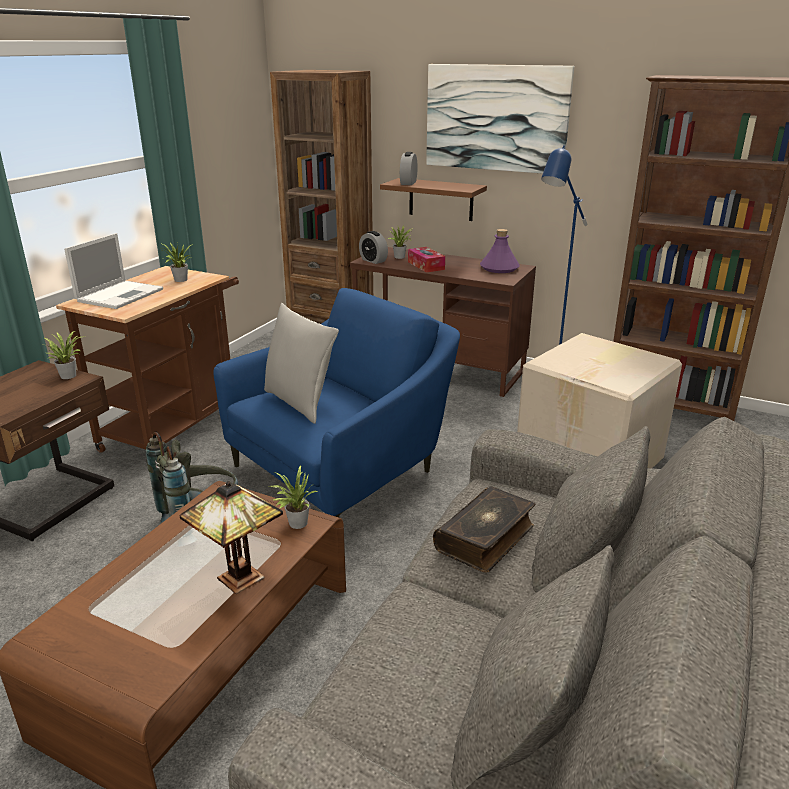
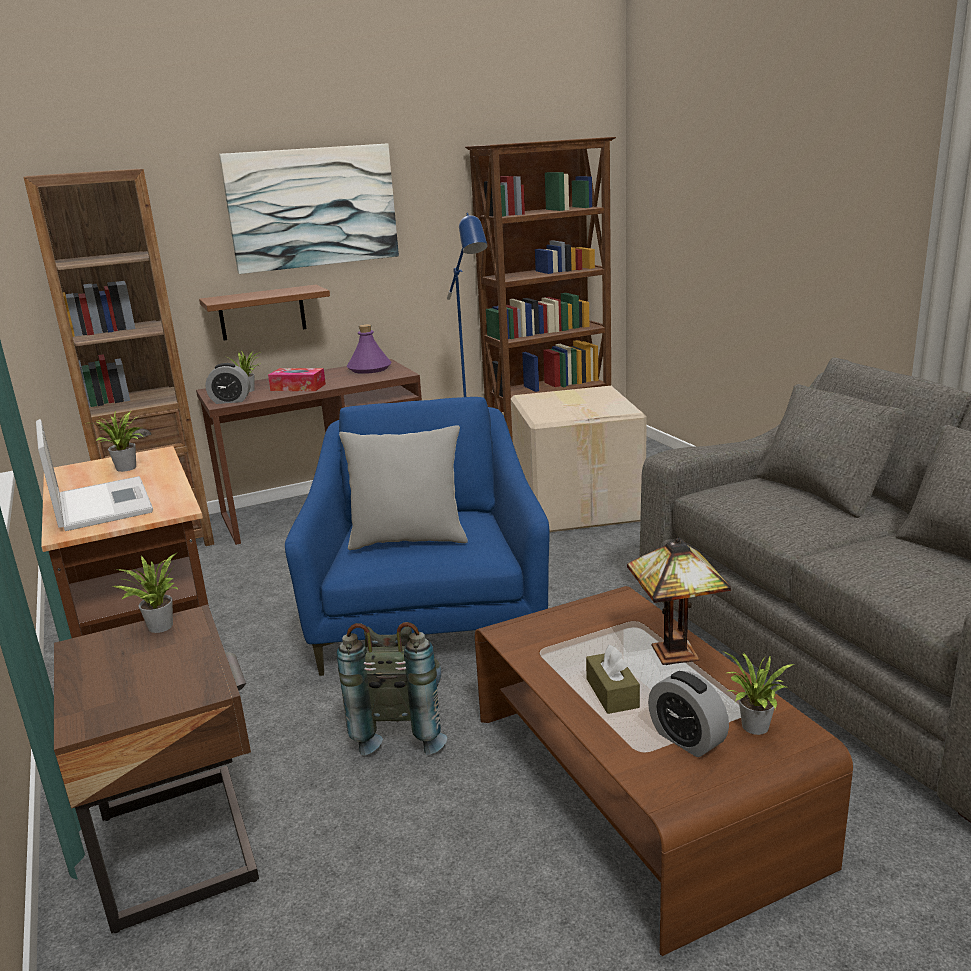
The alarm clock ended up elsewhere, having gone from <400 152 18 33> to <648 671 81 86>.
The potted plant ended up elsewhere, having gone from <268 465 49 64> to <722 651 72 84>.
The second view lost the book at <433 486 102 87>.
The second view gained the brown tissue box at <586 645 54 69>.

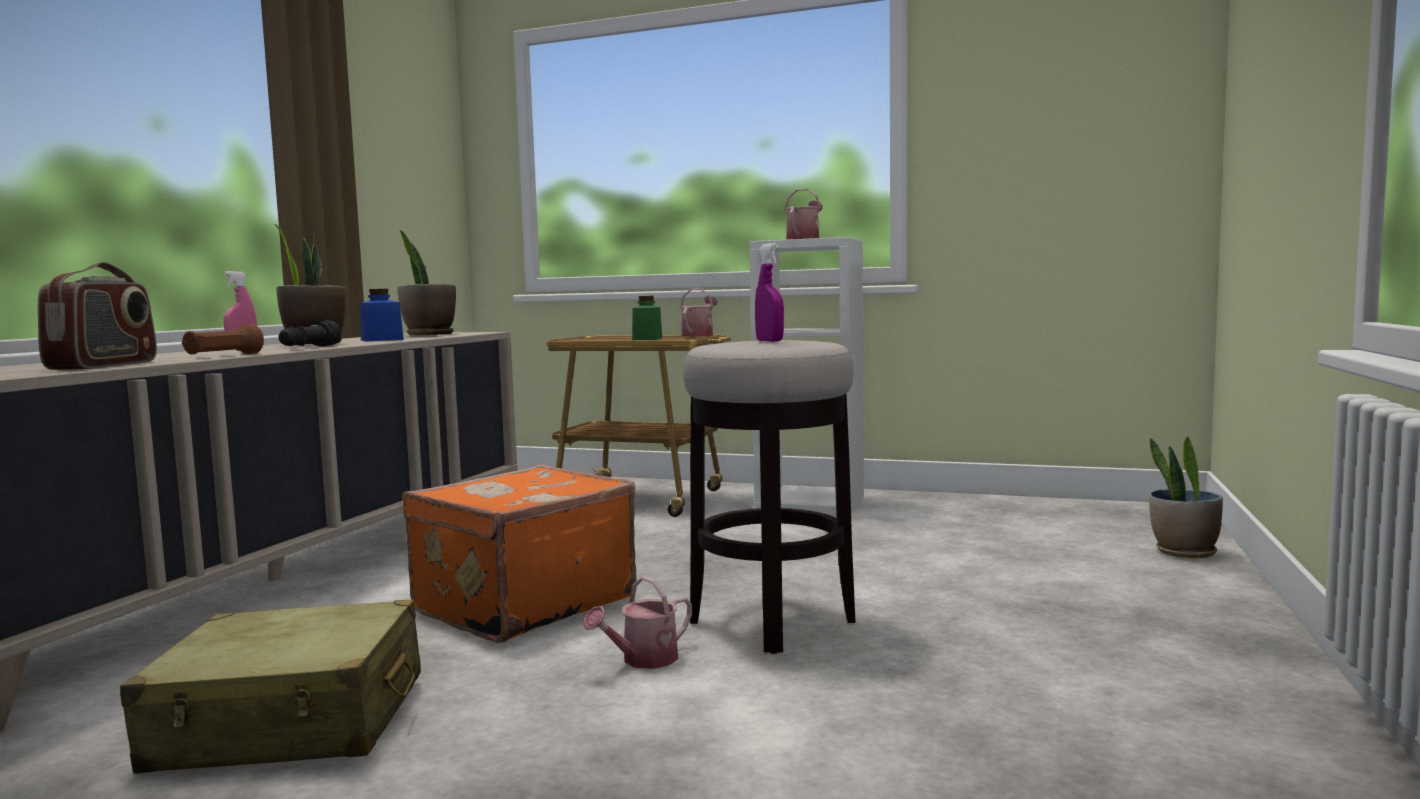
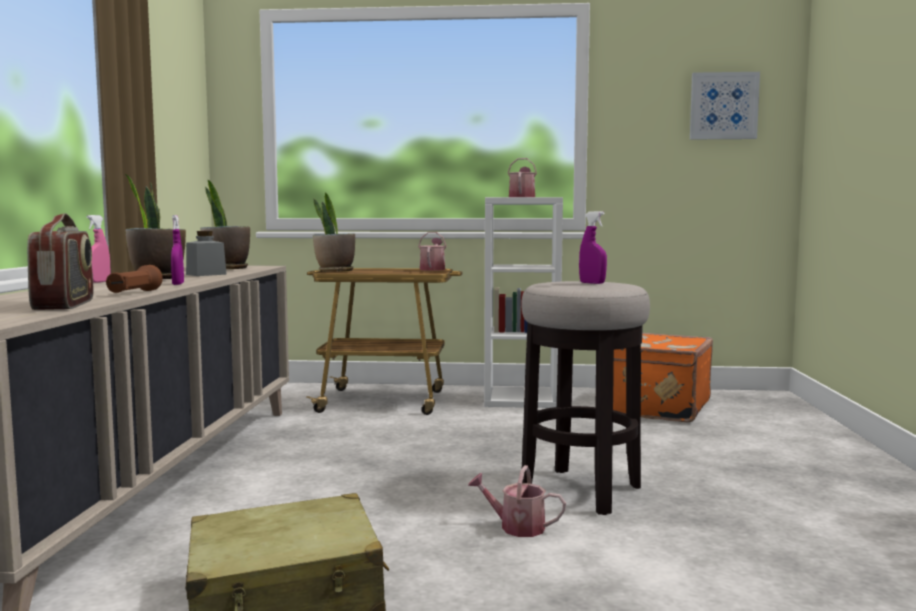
What was the blue jar at <360 289 44 52> turned into the grey jar at <186 231 41 45>.
The second view lost the green jar at <632 296 30 44>.
Where the black flashlight stood at <278 320 63 26>, the purple spray bottle came to stand at <171 215 13 70>.
The potted plant ended up elsewhere, having gone from <1149 437 74 121> to <313 193 42 79>.
The orange suitcase ended up elsewhere, having gone from <402 465 235 178> to <613 333 100 89>.
The watering can at <583 576 109 93> ended up facing another way, 75 degrees clockwise from before.
The second view gained the picture at <690 72 70 67>.

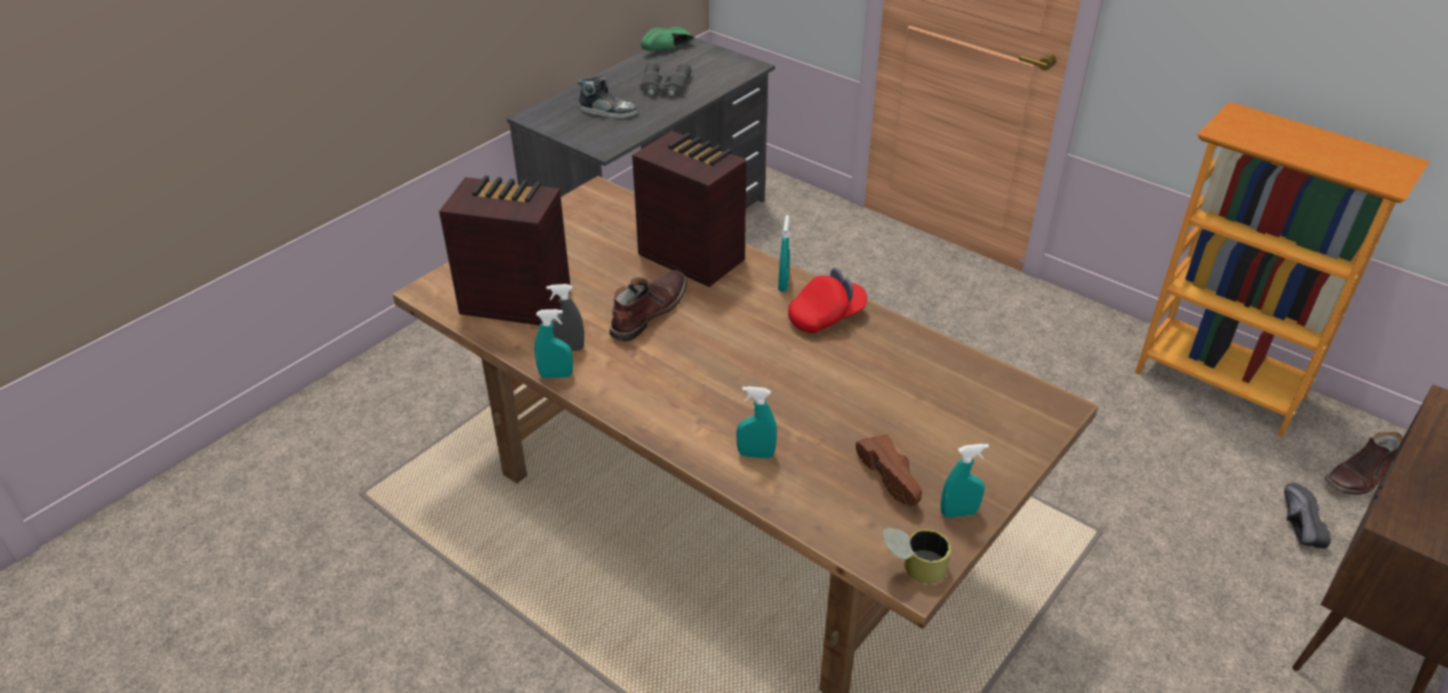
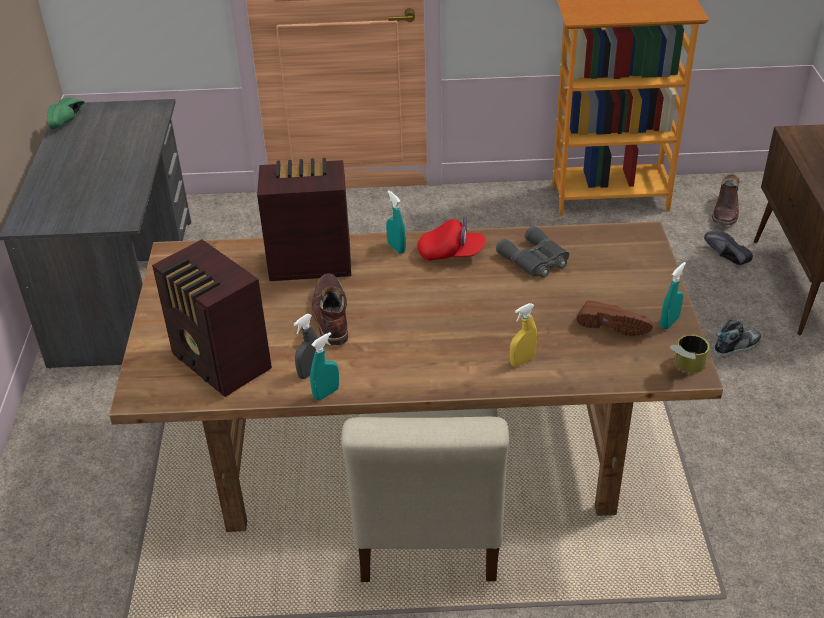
The grey binoculars ended up elsewhere, having gone from <640 61 52 37> to <496 226 73 52>.
The shoe ended up elsewhere, having gone from <577 75 61 43> to <714 319 47 39>.
The radio at <439 175 132 150> ended up facing another way, 105 degrees counterclockwise from before.
The red cap at <788 268 79 65> ended up facing another way, 75 degrees clockwise from before.
What was the turquoise spray bottle at <736 386 41 73> turned into the yellow spray bottle at <510 303 27 64>.
The second view gained the beige chair at <341 408 168 174>.

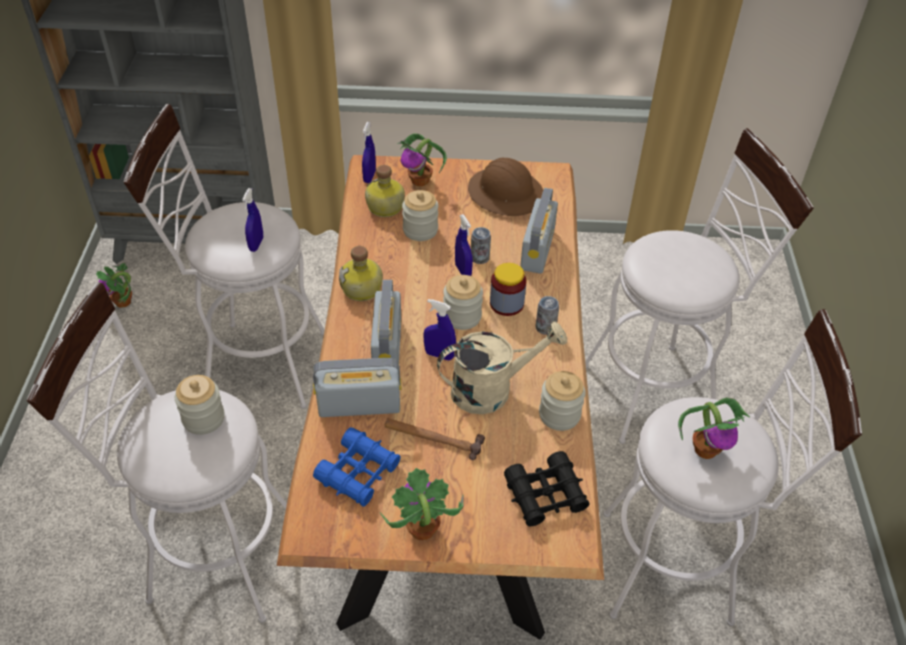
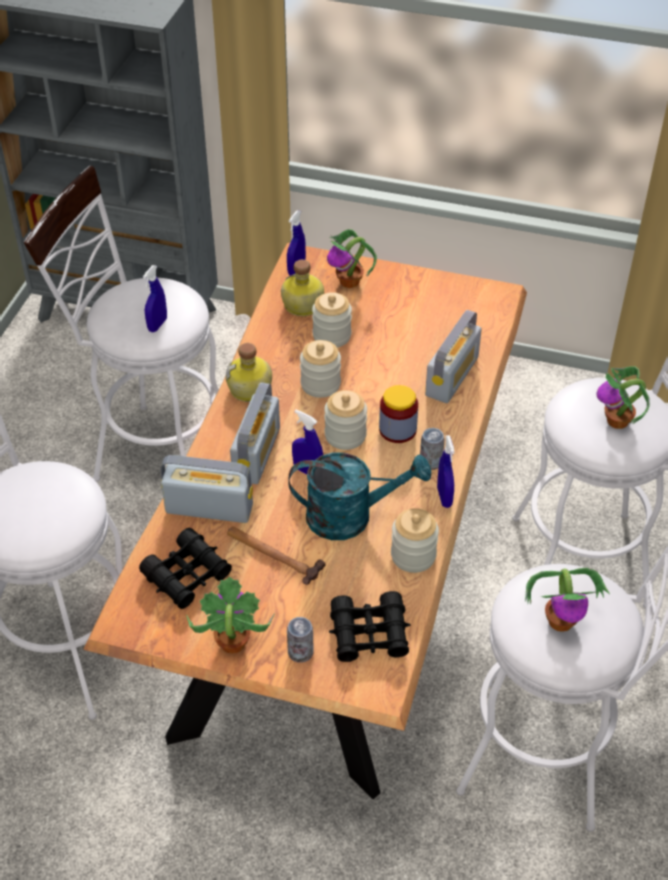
The second view lost the brown hard hat at <468 158 75 58>.
The blue spray bottle ended up elsewhere, having gone from <455 214 18 62> to <437 435 18 73>.
The can ended up elsewhere, having gone from <471 227 20 37> to <287 617 27 46>.
The potted plant ended up elsewhere, having gone from <96 263 36 45> to <597 366 53 63>.
What was the beige watering can at <437 321 130 93> turned into the turquoise watering can at <289 452 142 88>.
The jar ended up elsewhere, having gone from <175 375 49 60> to <300 340 41 58>.
What was the blue binoculars at <313 427 88 80> turned into the black binoculars at <139 528 93 81>.

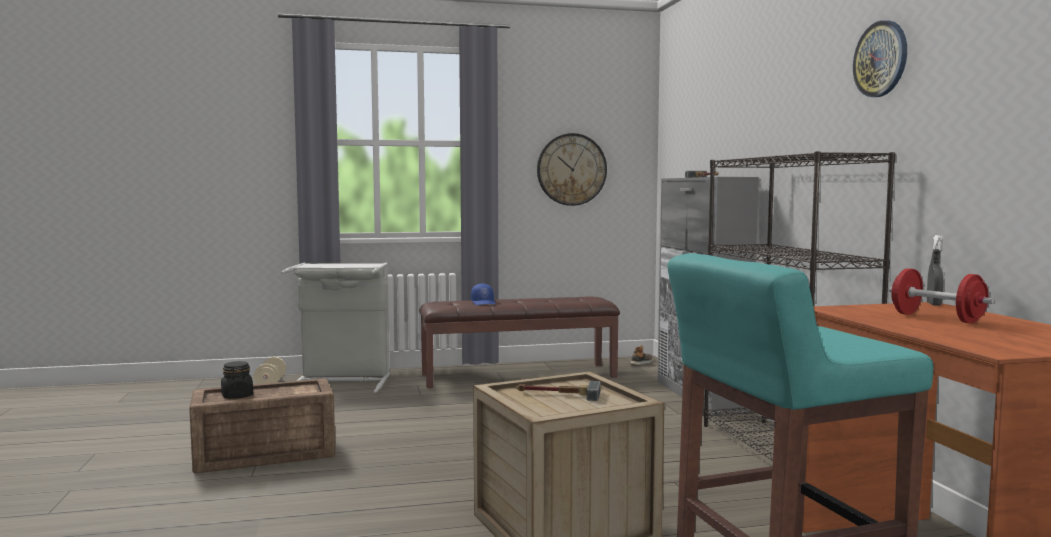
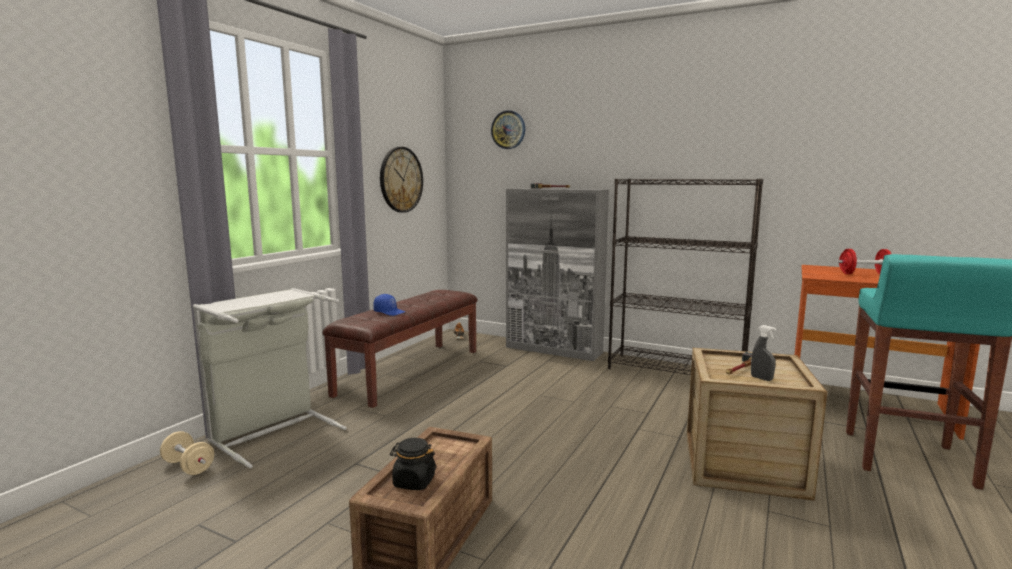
The wall clock ended up elsewhere, having gone from <853 20 54 77> to <491 110 34 39>.
The grey spray bottle ended up elsewhere, having gone from <927 235 16 71> to <751 325 25 56>.

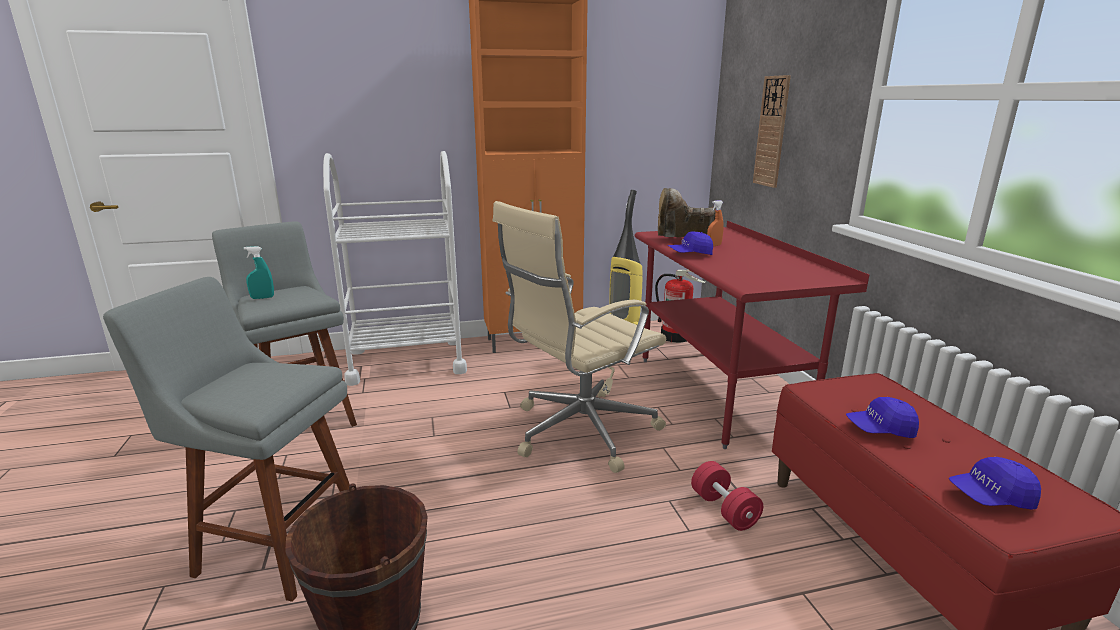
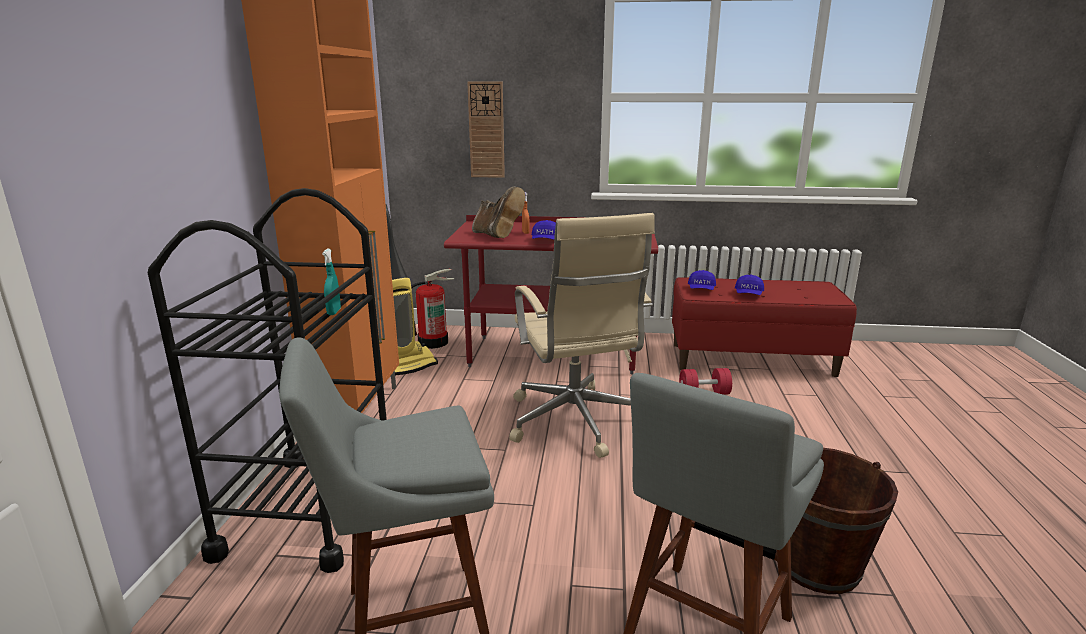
What was the white cart at <323 151 144 235> turned into the black cart at <148 188 239 385>.
The brown boot at <658 188 58 49> ended up facing another way, 60 degrees counterclockwise from before.
The turquoise spray bottle ended up elsewhere, having gone from <243 246 31 53> to <322 249 19 66>.
The blue cap ended up elsewhere, having gone from <949 457 92 53> to <688 270 28 20>.

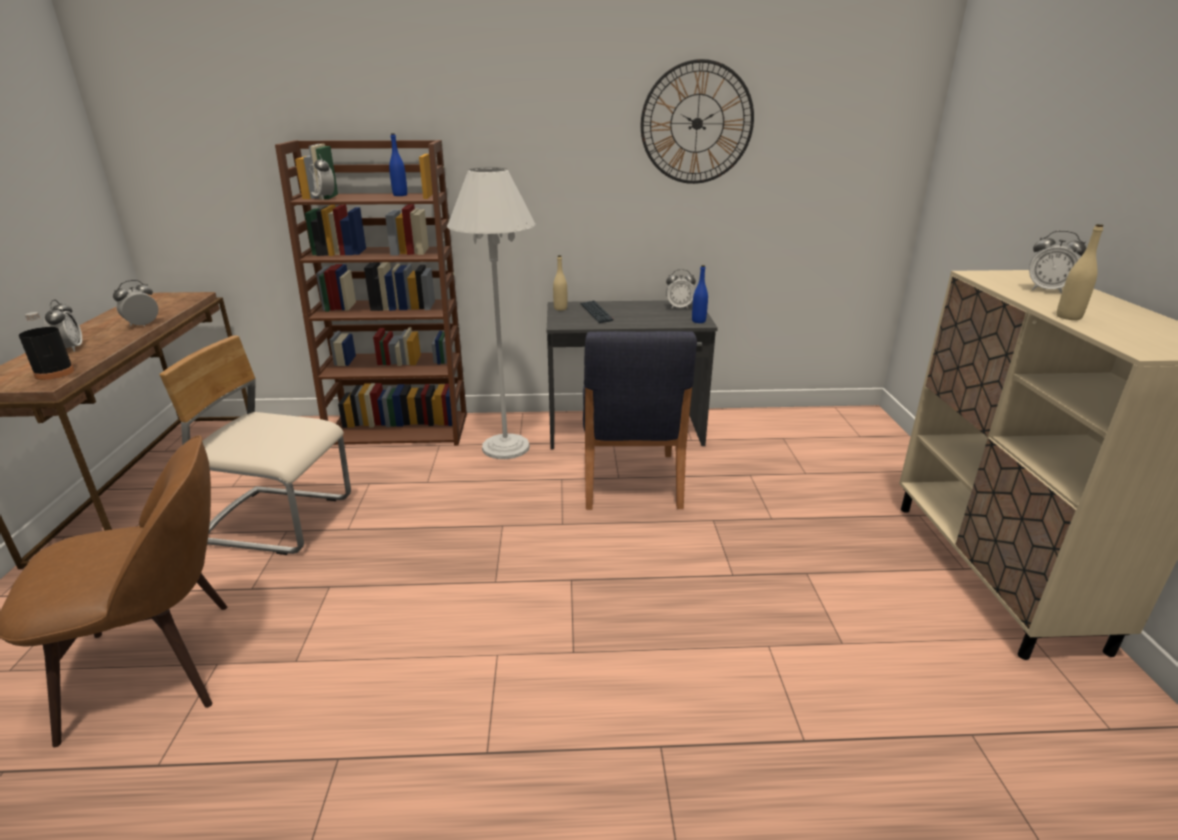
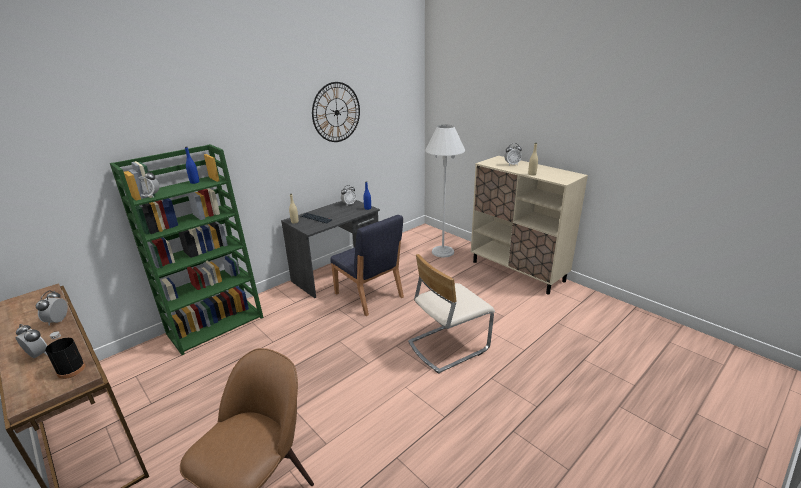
What was the brown bookcase at <275 140 192 305> turned into the green bookcase at <110 144 154 211>.
The white floor lamp ended up elsewhere, having gone from <447 167 89 292> to <425 125 40 133>.
The beige chair ended up elsewhere, having gone from <159 335 192 220> to <408 254 87 120>.

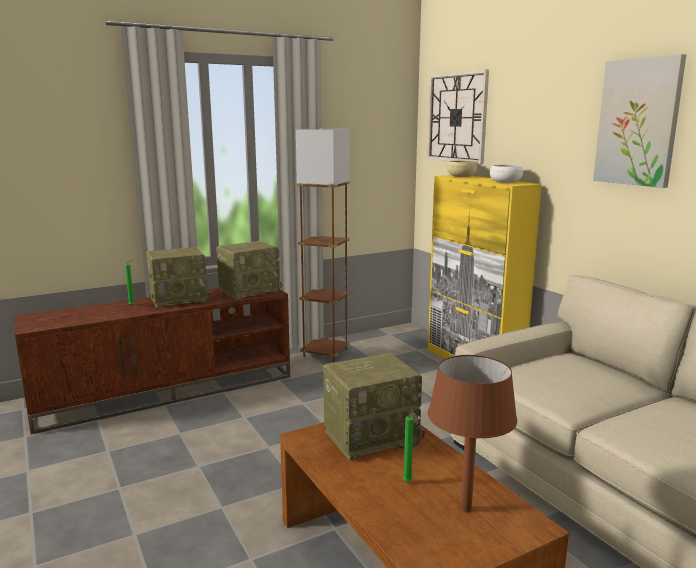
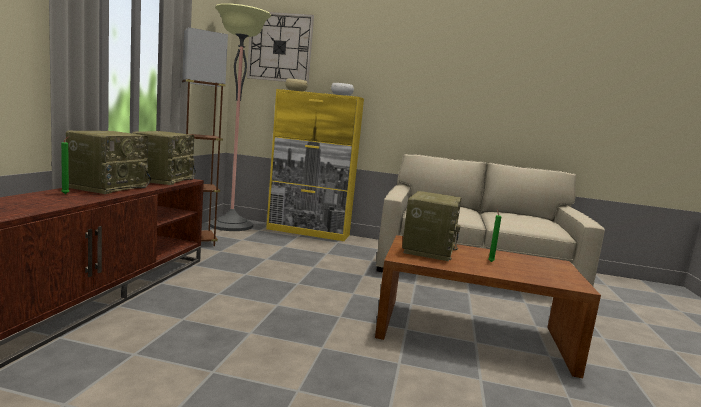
The second view lost the picture at <593 54 93 134>.
The second view lost the brown table lamp at <428 355 89 158>.
The second view gained the floor lamp at <210 3 61 228>.

